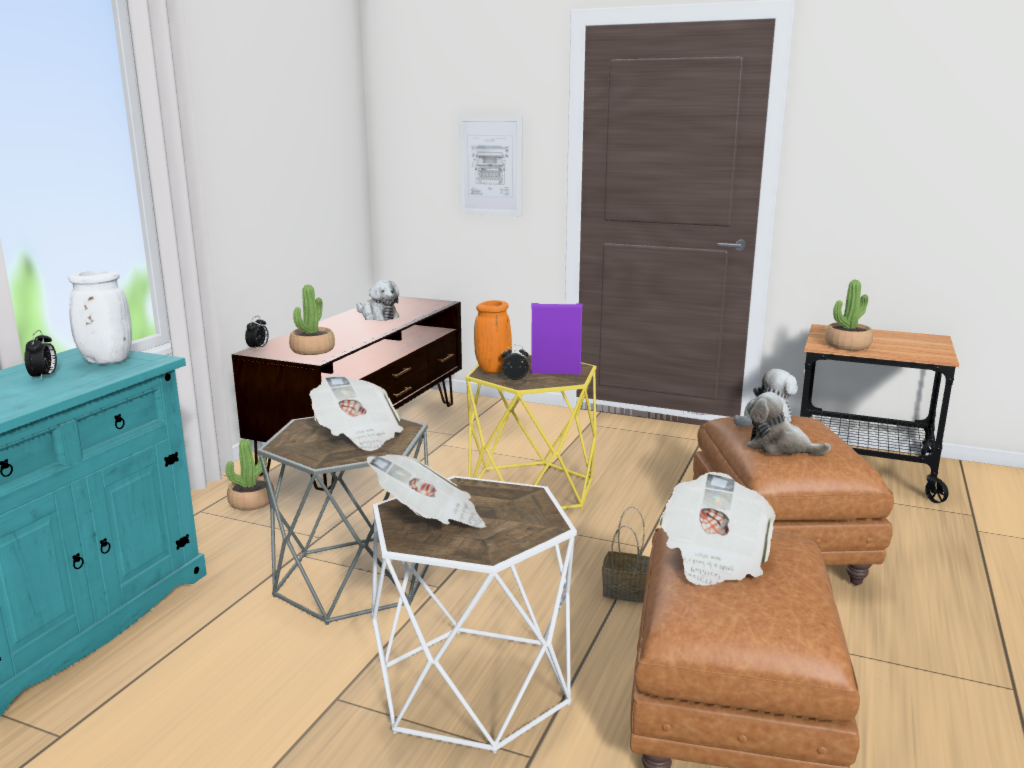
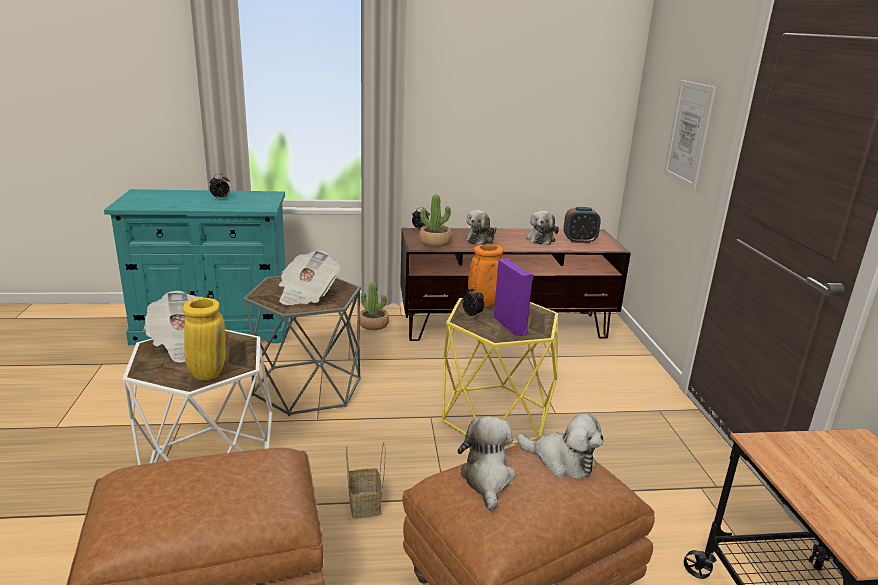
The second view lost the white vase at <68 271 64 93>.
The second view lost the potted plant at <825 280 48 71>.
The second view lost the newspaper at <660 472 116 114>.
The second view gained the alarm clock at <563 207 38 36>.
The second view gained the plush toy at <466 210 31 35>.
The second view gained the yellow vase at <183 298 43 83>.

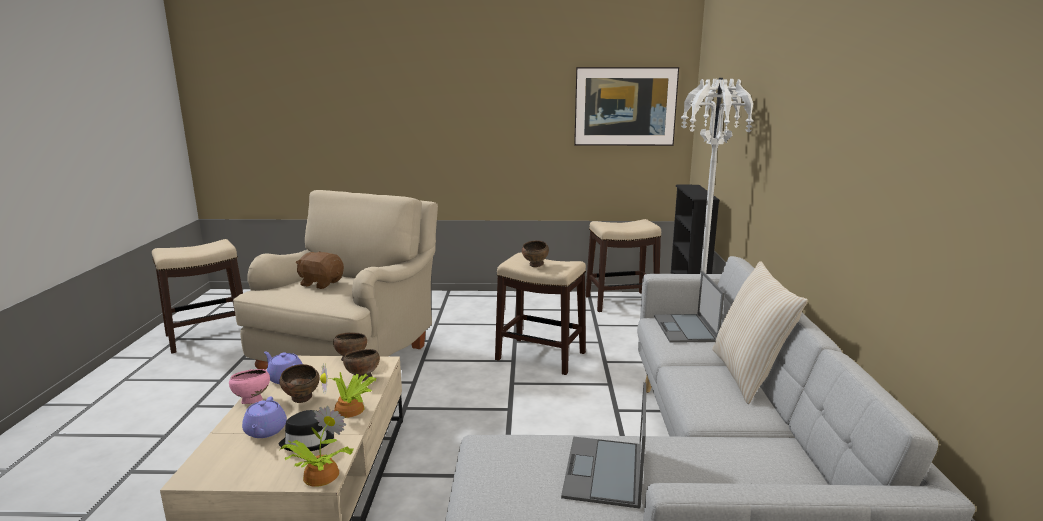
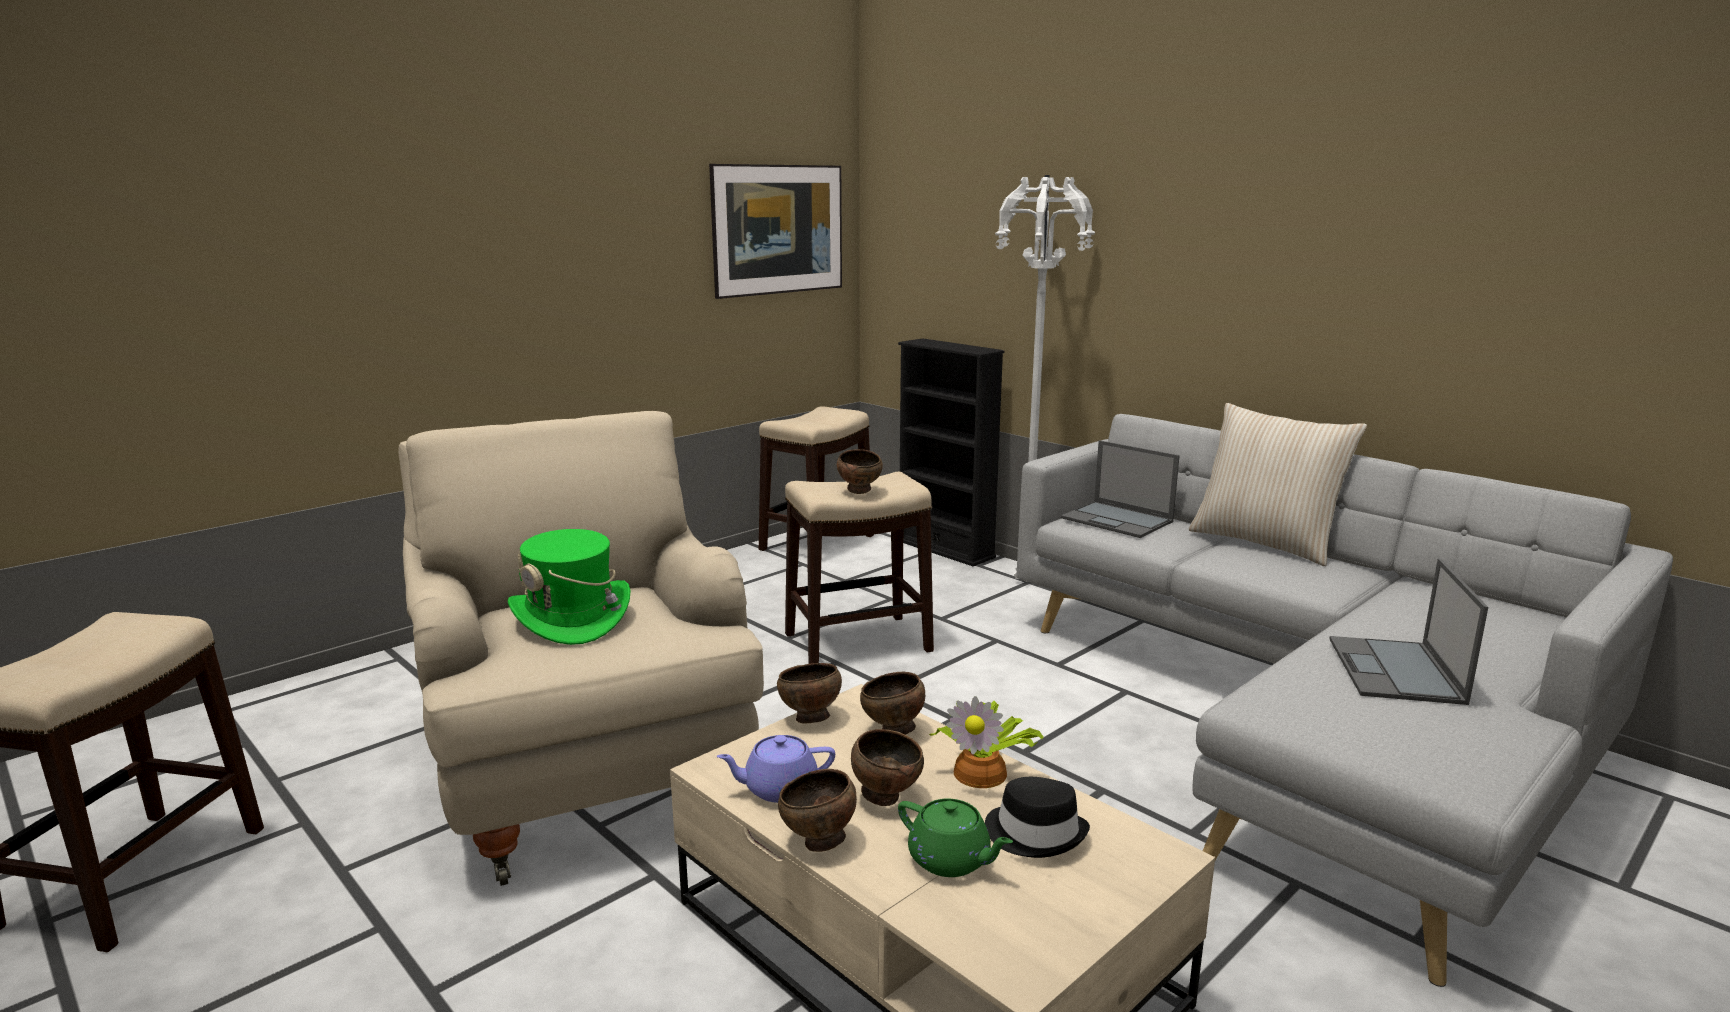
Where the brown plush toy stood at <296 252 48 37>, the green hat came to stand at <508 529 122 116>.
What was the pink bowl at <229 369 41 35> turned into the brown bowl at <778 769 79 83>.
The laptop at <561 382 85 127> ended up facing another way, 45 degrees clockwise from before.
What was the purple teapot at <242 397 45 41> turned into the green teapot at <898 799 115 78>.
The second view lost the potted plant at <281 406 72 81>.

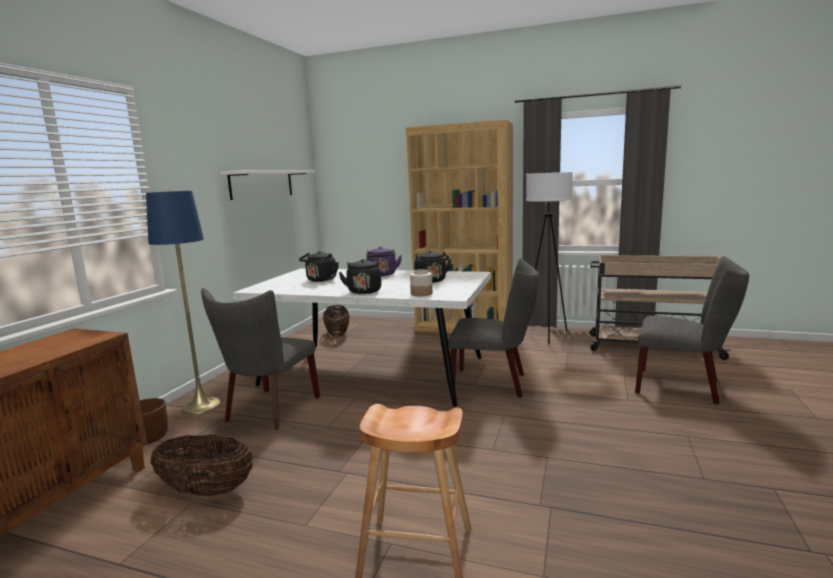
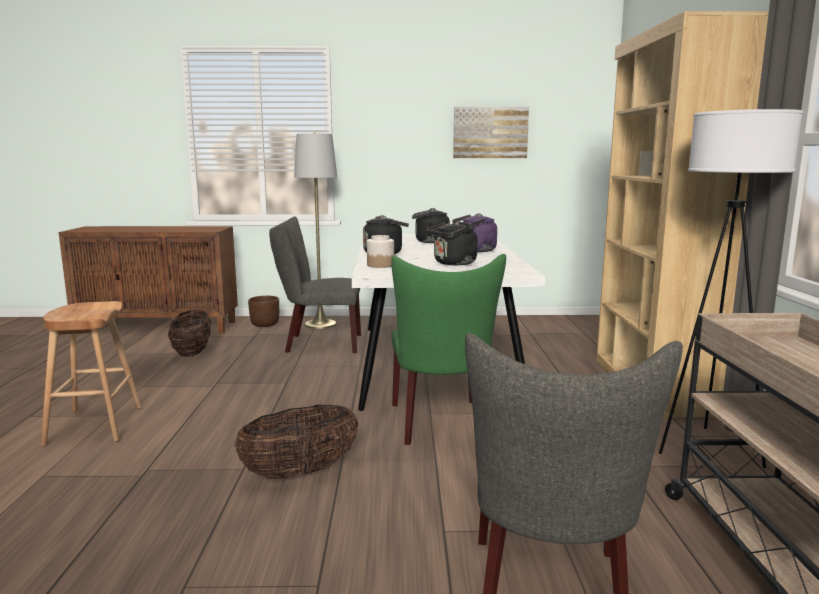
Where the white shelf hung at <220 170 95 30>, the picture came to hang at <453 107 76 51>.
What was the blue floor lamp at <146 190 75 225> turned into the grey floor lamp at <294 133 43 196>.
What was the grey chair at <449 258 90 140> turned into the green chair at <391 254 115 191>.
The basket ended up elsewhere, having gone from <323 305 27 32> to <234 405 125 74>.

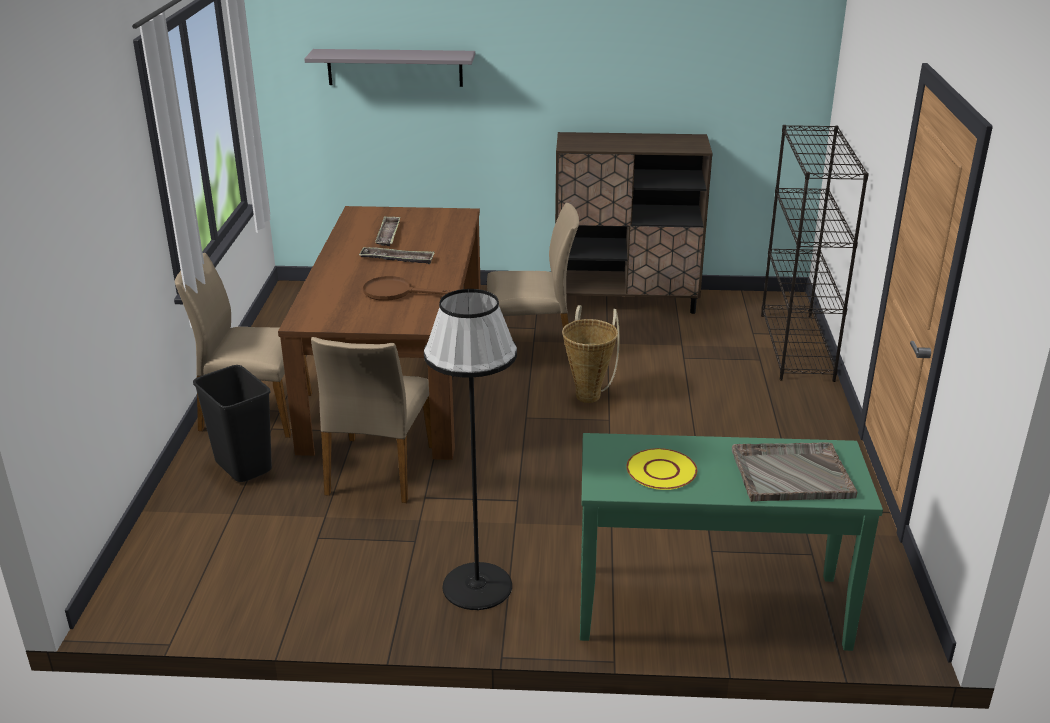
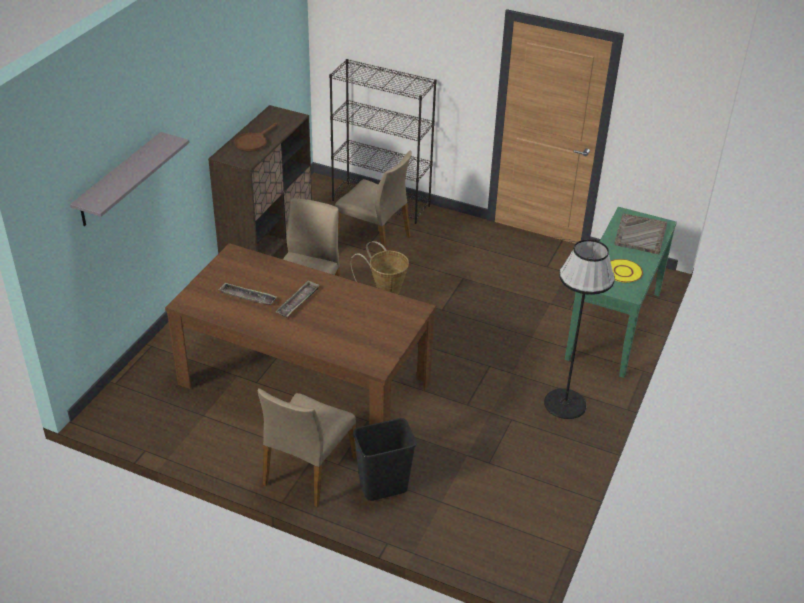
The brown frying pan ended up elsewhere, having gone from <363 276 88 25> to <235 123 42 29>.
The beige chair ended up elsewhere, having gone from <311 337 121 166> to <335 151 77 100>.

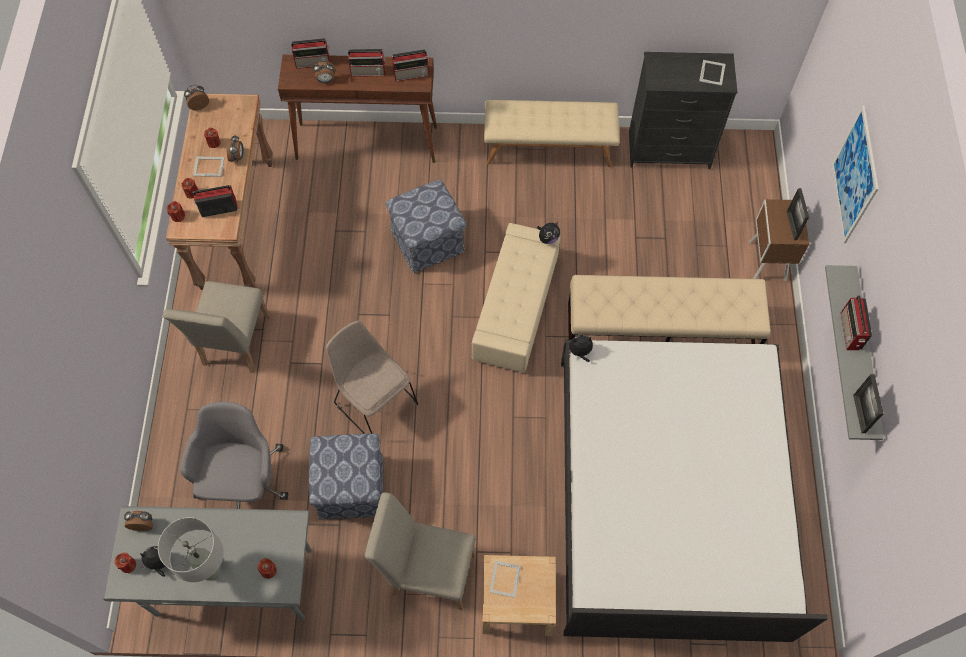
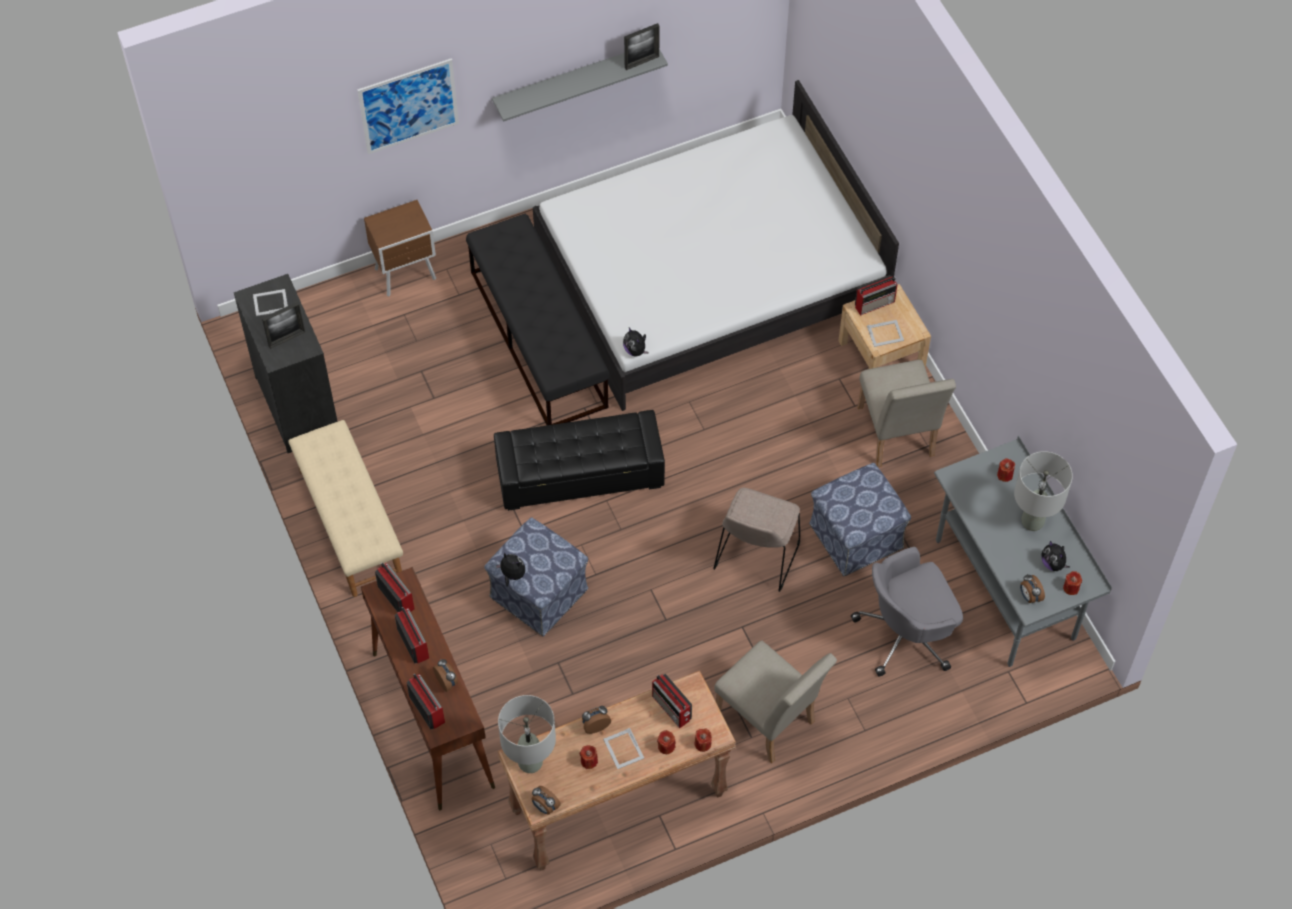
The picture frame ended up elsewhere, having gone from <787 188 22 52> to <262 302 43 47>.
The plush toy ended up elsewhere, having gone from <537 222 23 22> to <496 552 29 35>.
What was the beige ottoman at <472 223 89 150> turned into the black ottoman at <494 410 171 101>.
What was the beige bench at <568 275 203 69> turned into the black bench at <466 214 143 211>.
The beige chair at <163 281 107 92> ended up facing another way, 60 degrees clockwise from before.
The radio ended up elsewhere, having gone from <841 295 31 55> to <855 275 42 41>.
The second view gained the grey table lamp at <498 695 58 78>.

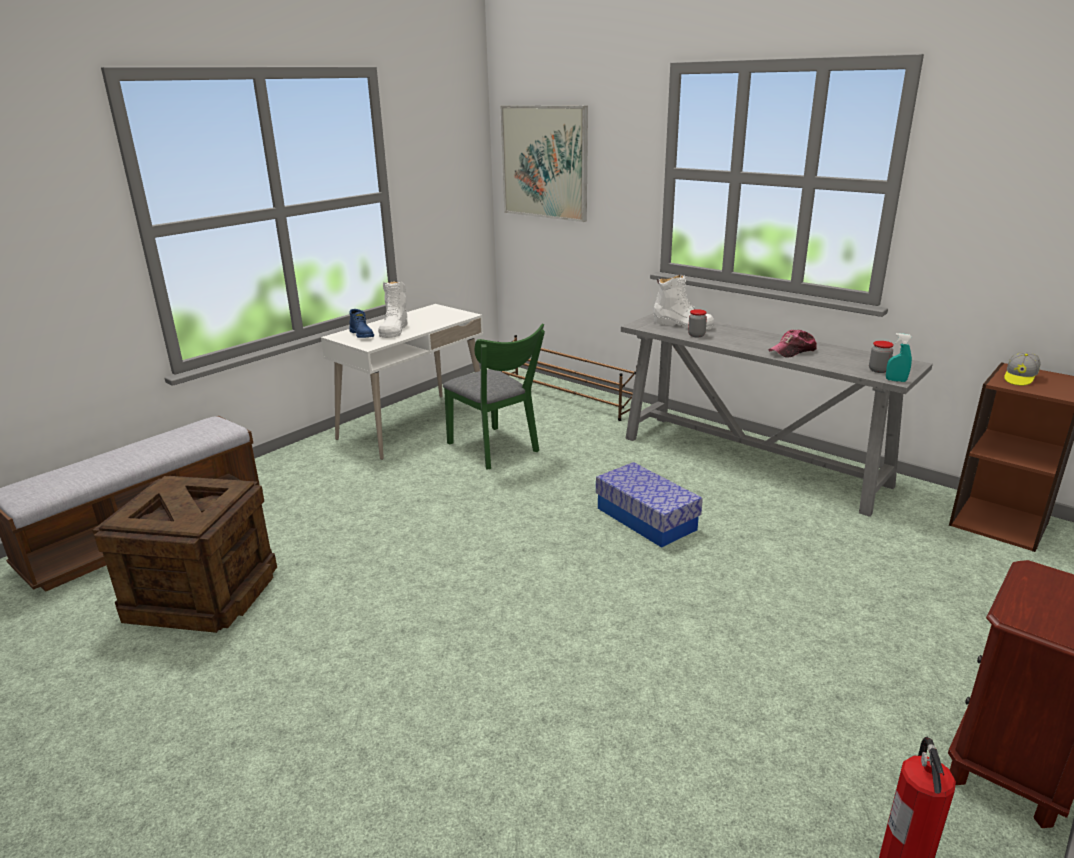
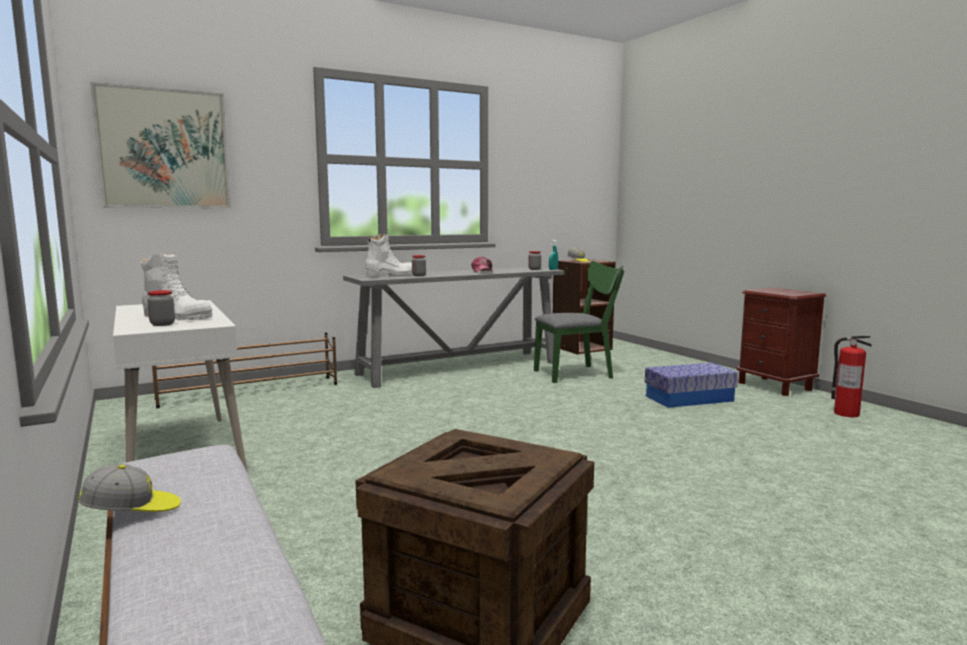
Where the blue boot stood at <349 309 25 29>, the jar came to stand at <147 290 28 36>.
The green chair ended up elsewhere, having gone from <443 324 102 146> to <534 261 90 122>.
The storage box ended up elsewhere, having gone from <596 462 107 86> to <645 363 93 45>.
The second view gained the cap at <79 464 102 48>.

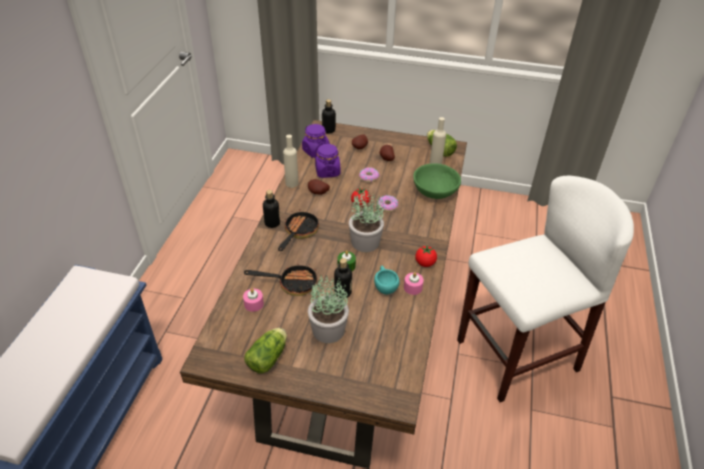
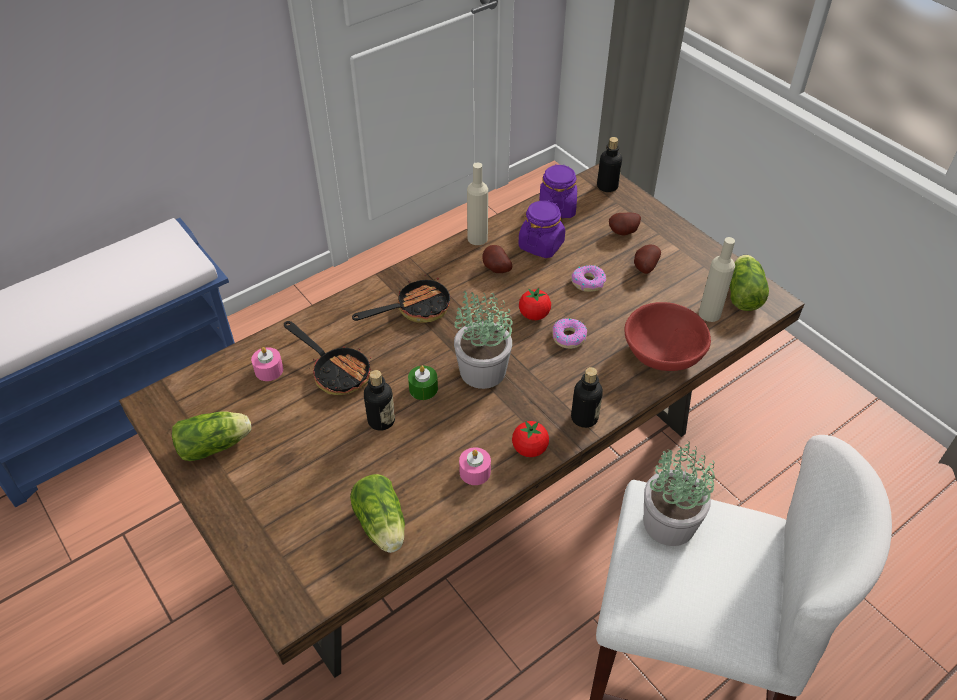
What was the green bowl at <413 163 48 36> turned into the red bowl at <625 302 86 69>.
The bottle ended up elsewhere, having gone from <263 190 17 38> to <571 367 32 61>.
The second view lost the turquoise cup at <374 266 26 29>.
The potted plant ended up elsewhere, having gone from <308 275 41 68> to <644 441 71 105>.
The second view gained the lettuce at <350 474 55 79>.

